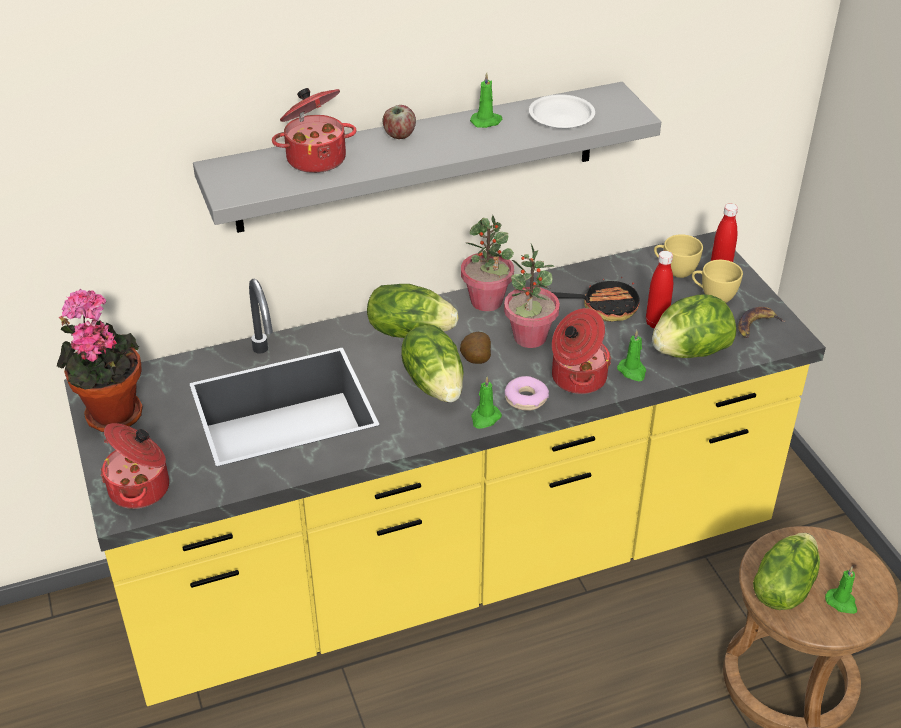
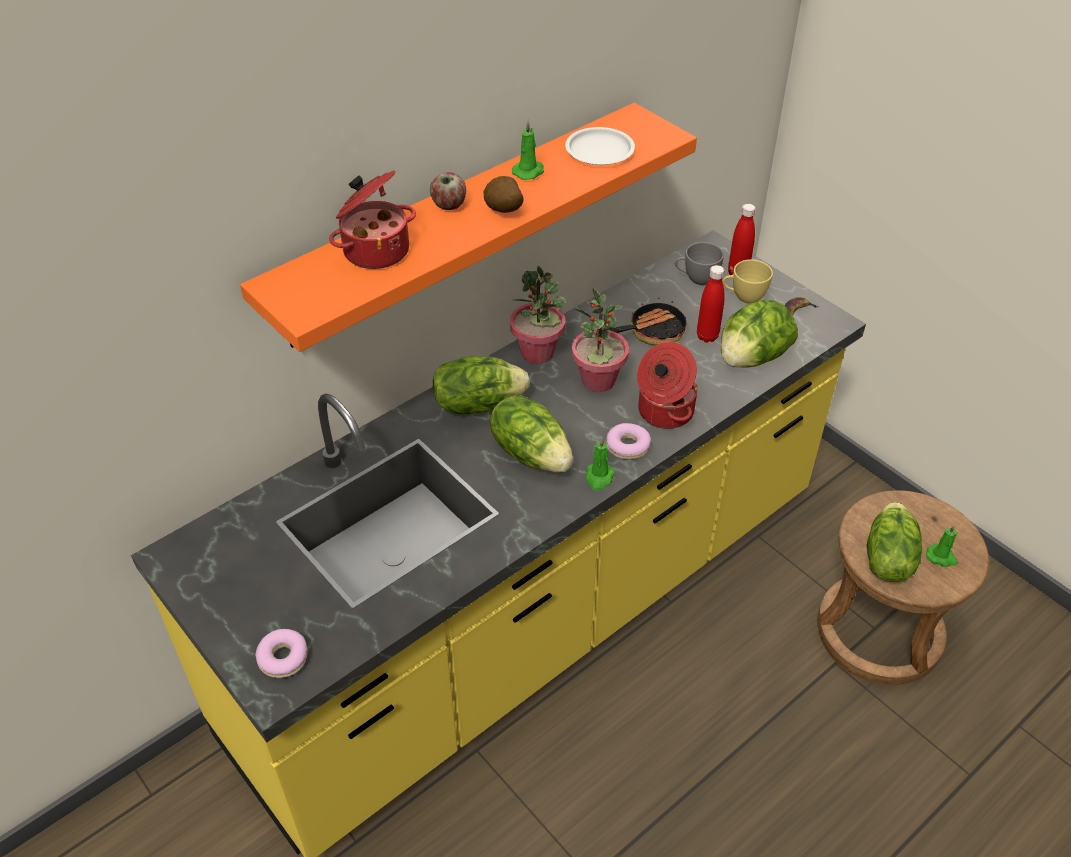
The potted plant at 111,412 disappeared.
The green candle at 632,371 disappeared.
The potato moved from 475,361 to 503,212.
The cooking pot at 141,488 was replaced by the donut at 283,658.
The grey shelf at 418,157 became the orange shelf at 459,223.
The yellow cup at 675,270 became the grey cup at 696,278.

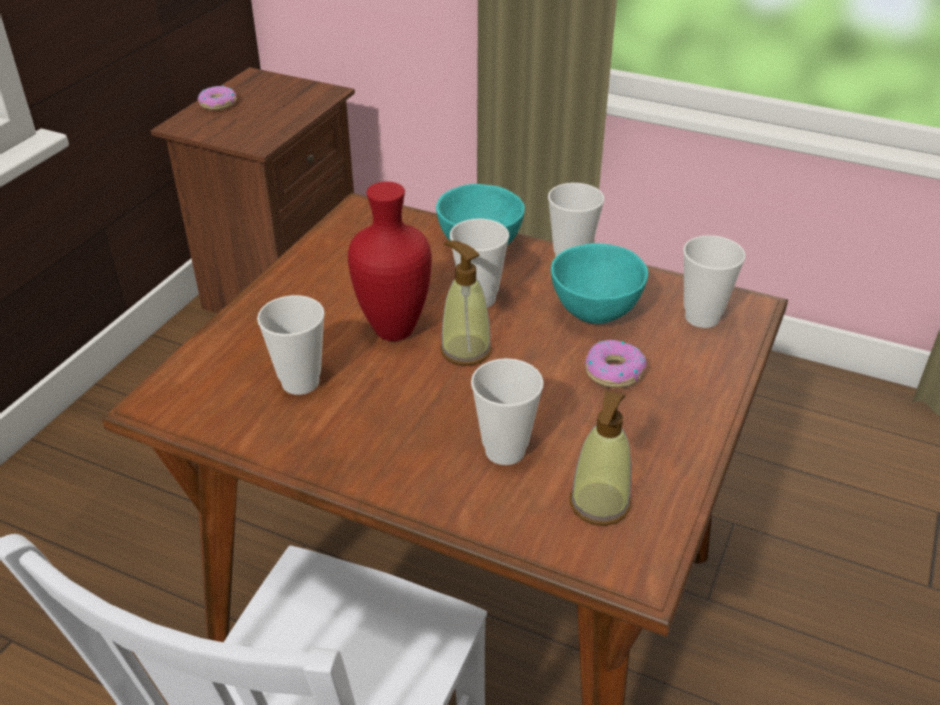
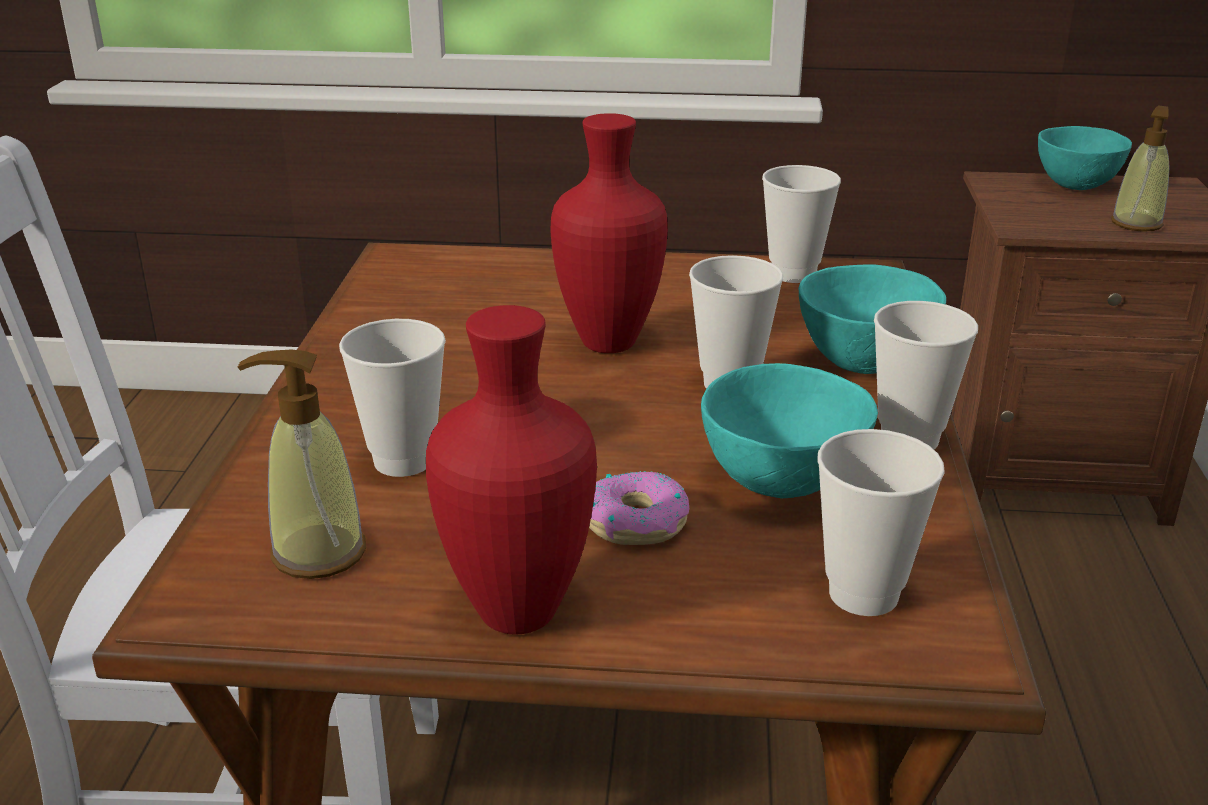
The red vase at 521,610 appeared.
The cup moved from 300,382 to 793,274.
The soap dispenser moved from 465,350 to 1136,223.
The donut at 218,104 was replaced by the turquoise bowl at 1076,185.

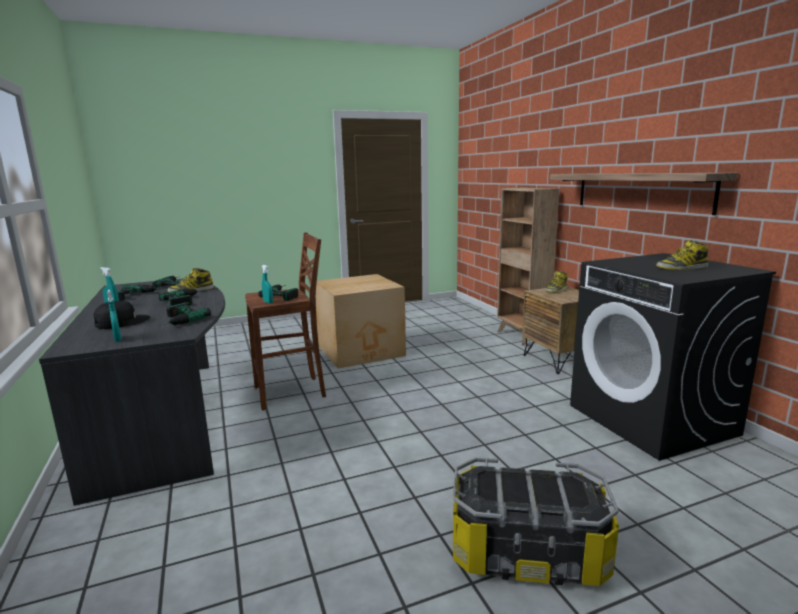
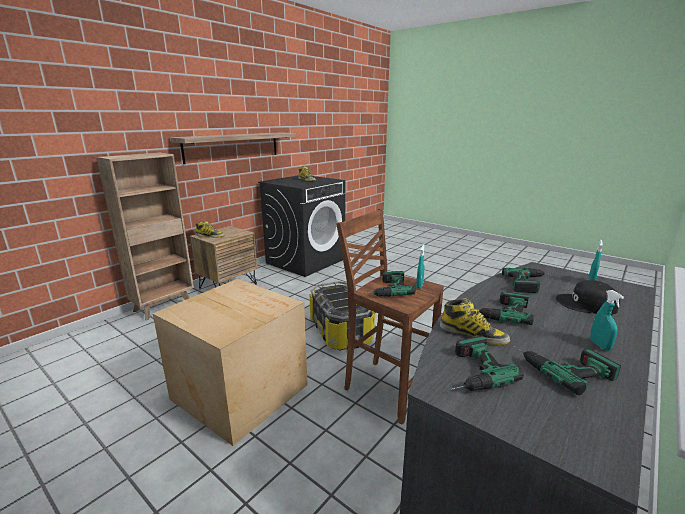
The storage box moved from 527,553 to 341,331.

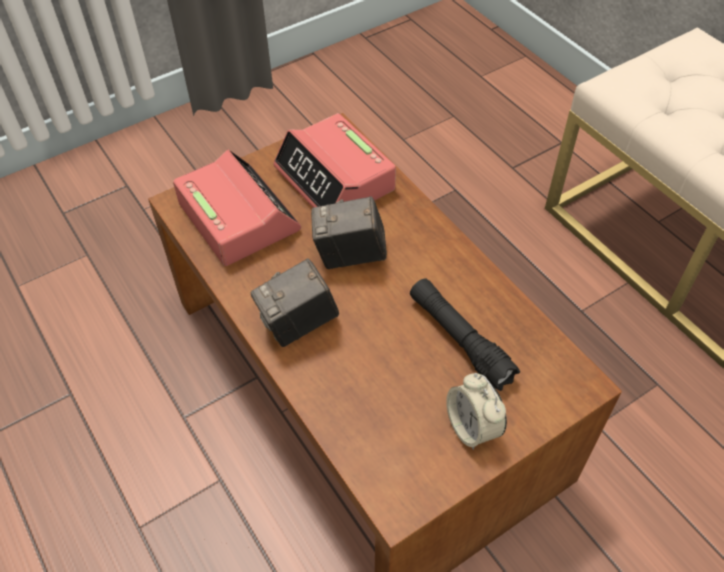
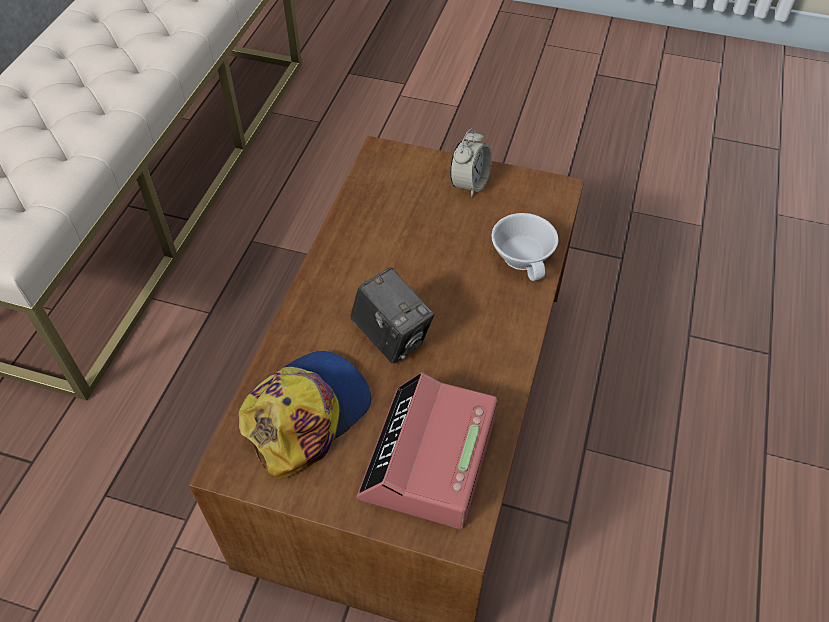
The photo camera at 298,324 disappeared.
The black flashlight at 459,340 disappeared.
The white cup at 525,257 appeared.
The alarm clock at 335,179 was replaced by the cap at 306,414.

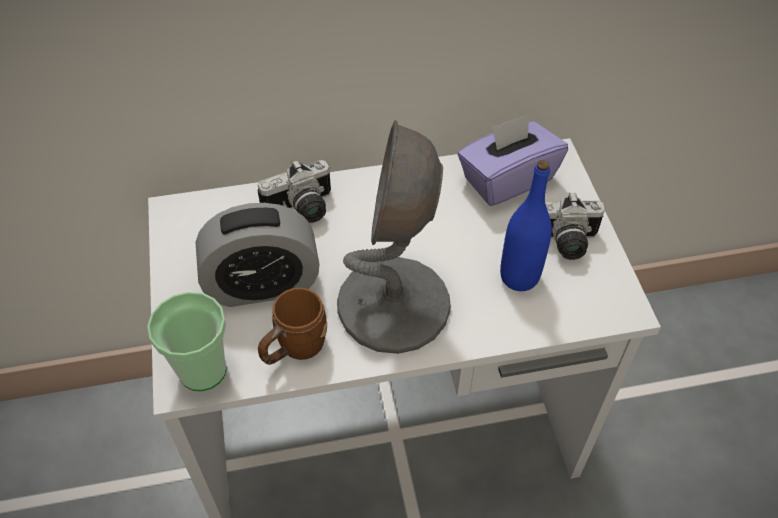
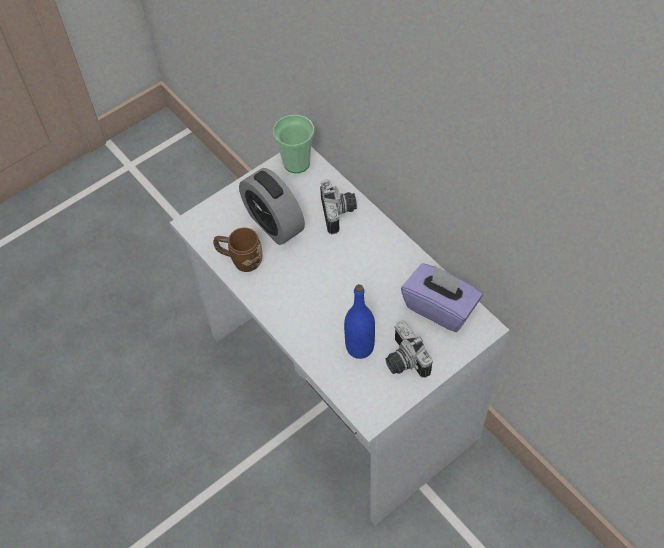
The grey table lamp at 394,306 disappeared.
The cup moved from 202,370 to 296,163.
The photo camera at 302,210 turned 135 degrees counterclockwise.

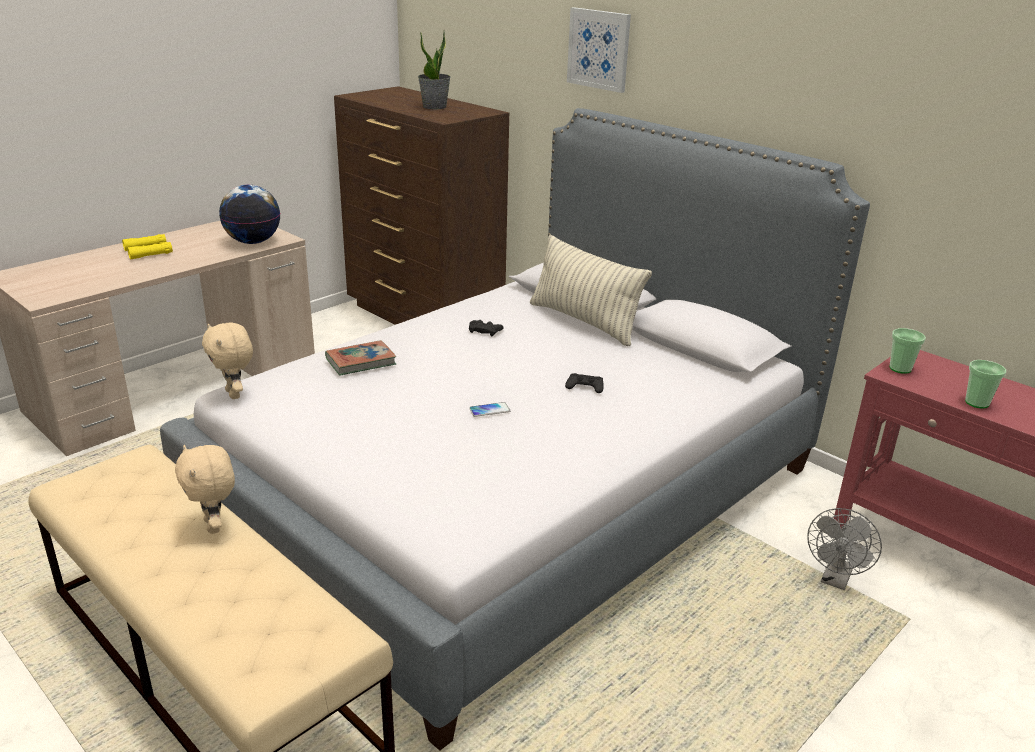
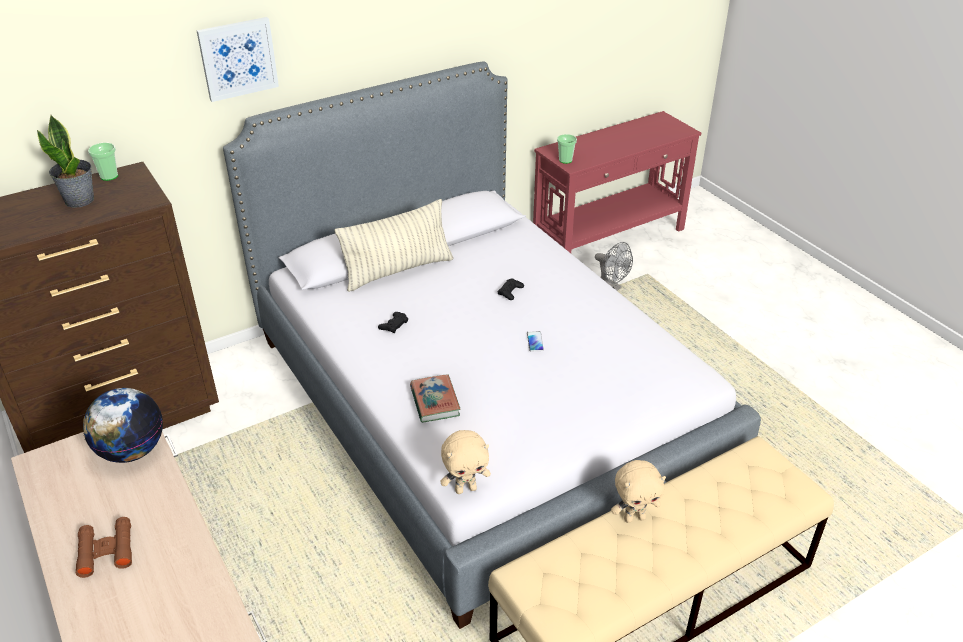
The cup moved from 977,403 to 109,176.
The yellow binoculars at 148,251 became the brown binoculars at 106,551.

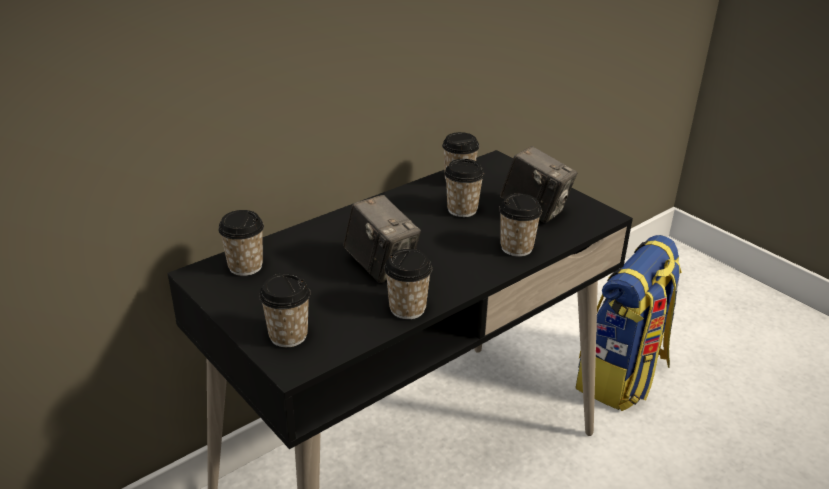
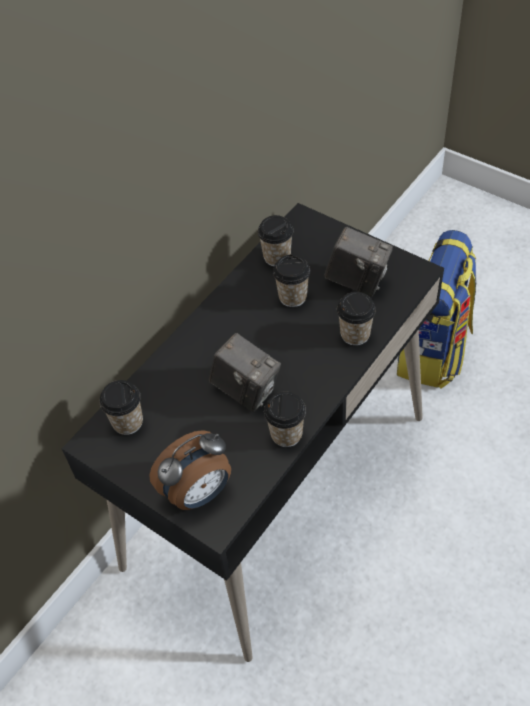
The cup at 288,335 was replaced by the alarm clock at 199,493.

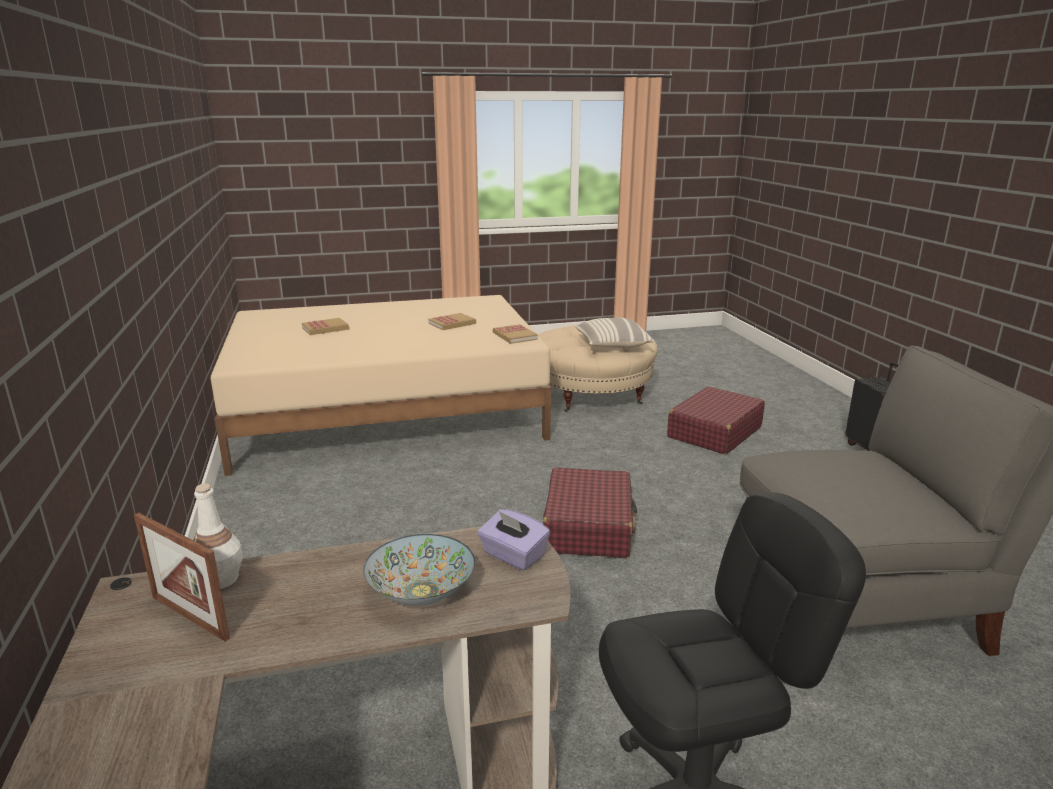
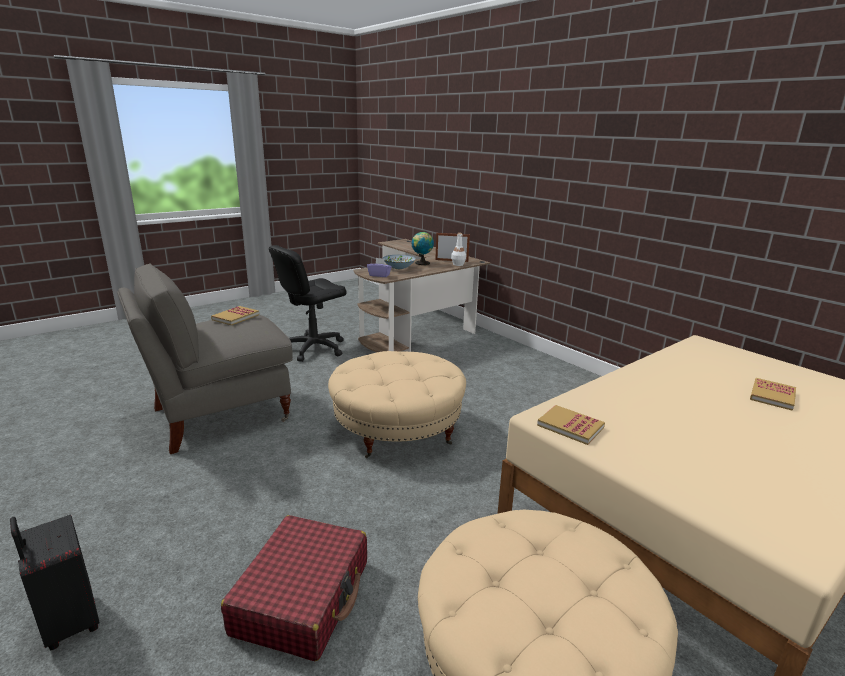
The pillow at 612,345 disappeared.
The globe at 422,263 appeared.
The book moved from 452,323 to 235,317.
The red suitcase at 588,527 was replaced by the beige ottoman at 397,429.

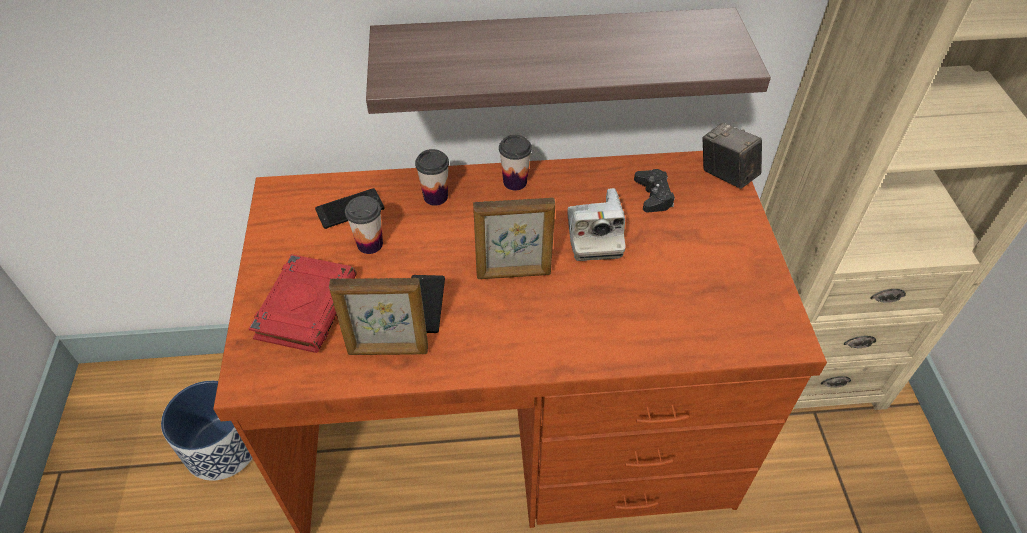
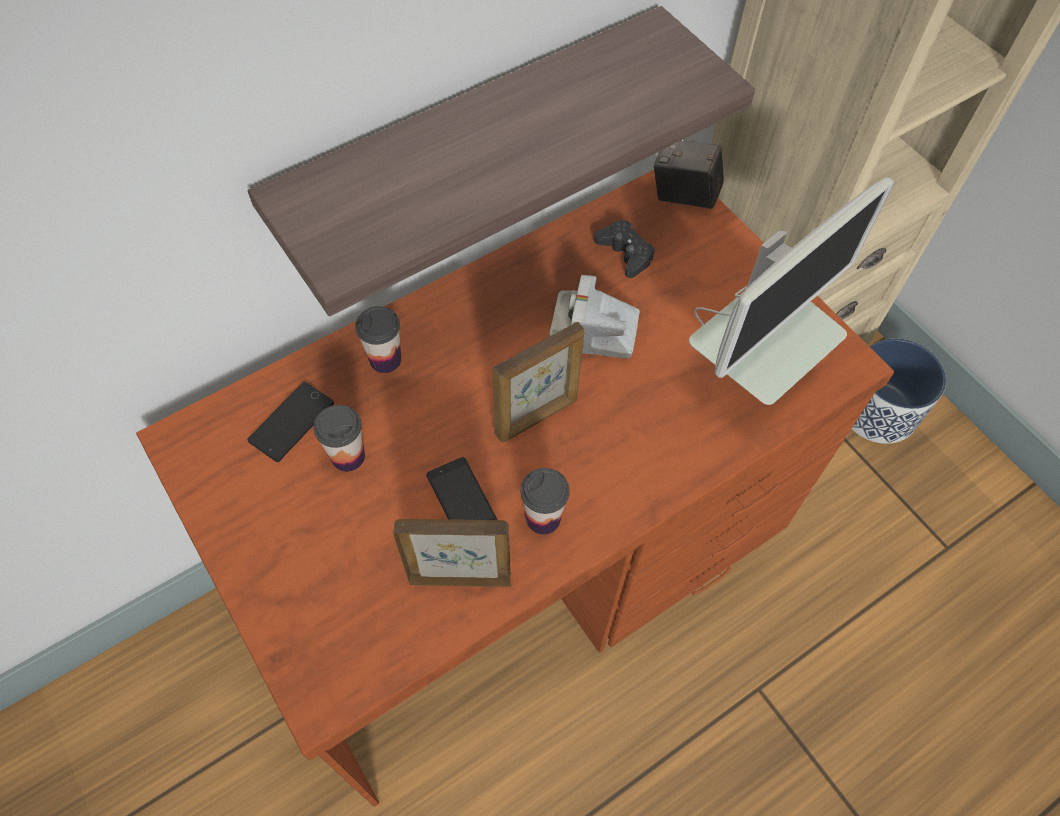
The red book at 306,306 disappeared.
The monitor at 750,370 appeared.
The planter moved from 221,446 to 877,410.
The cup moved from 515,182 to 543,518.
The picture frame at 388,351 turned 150 degrees counterclockwise.
The photo camera at 594,236 turned 135 degrees clockwise.

